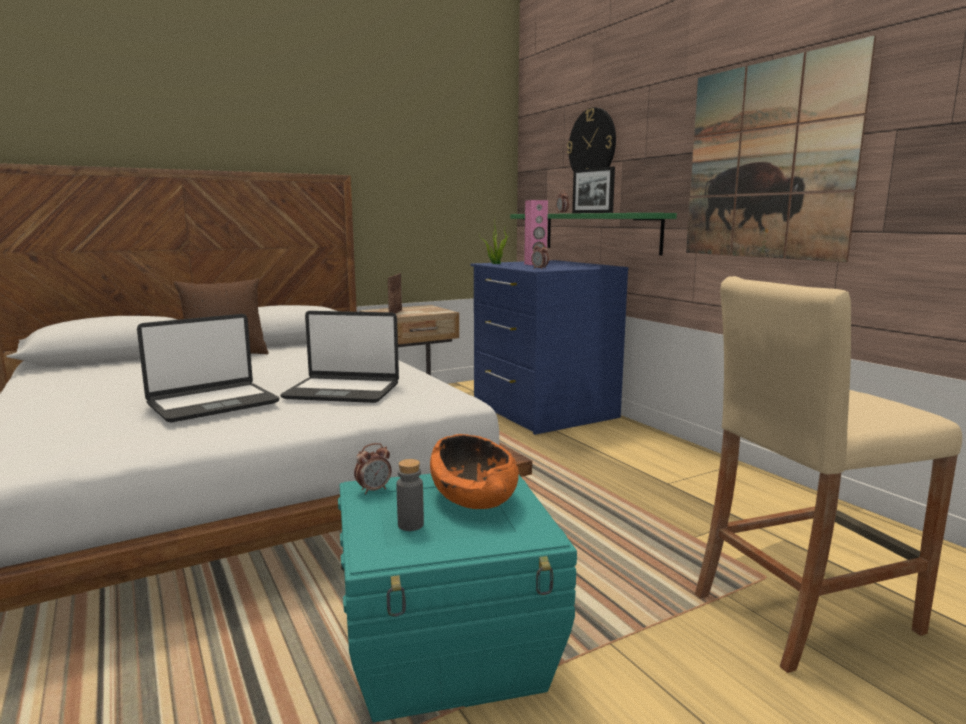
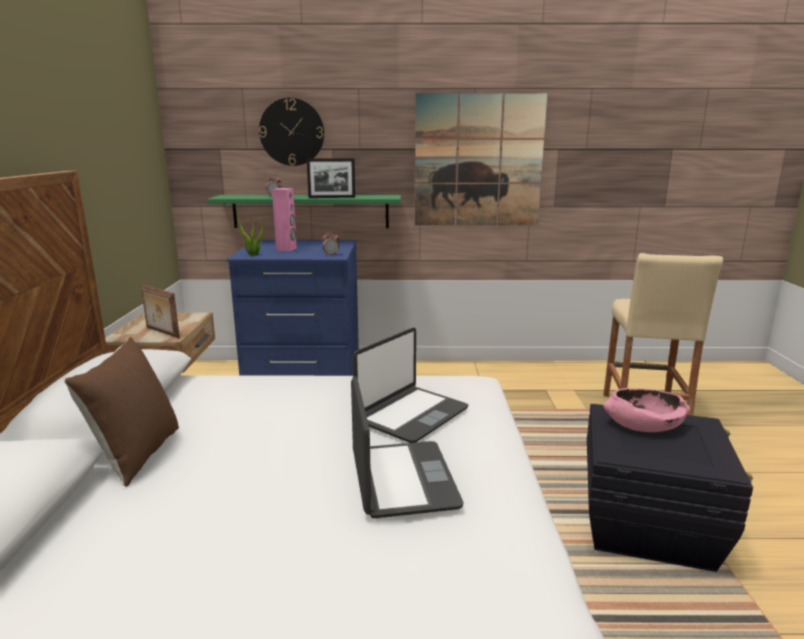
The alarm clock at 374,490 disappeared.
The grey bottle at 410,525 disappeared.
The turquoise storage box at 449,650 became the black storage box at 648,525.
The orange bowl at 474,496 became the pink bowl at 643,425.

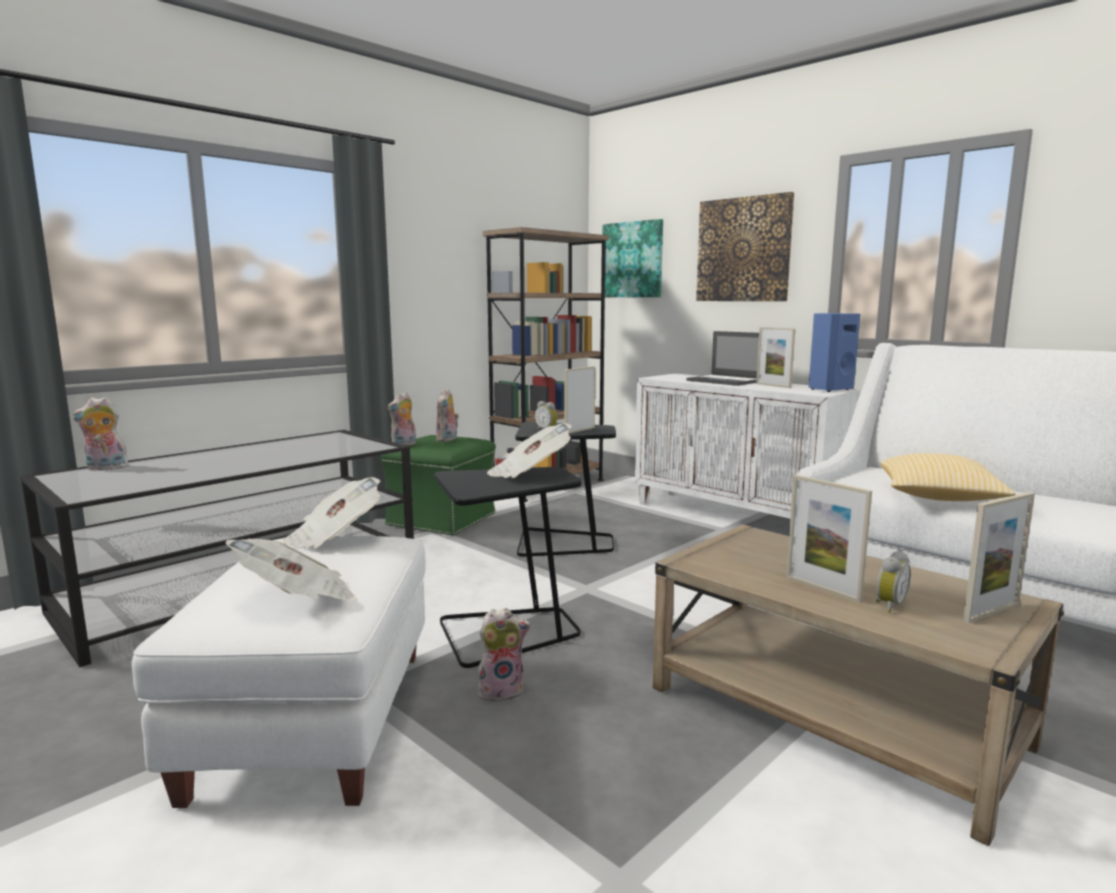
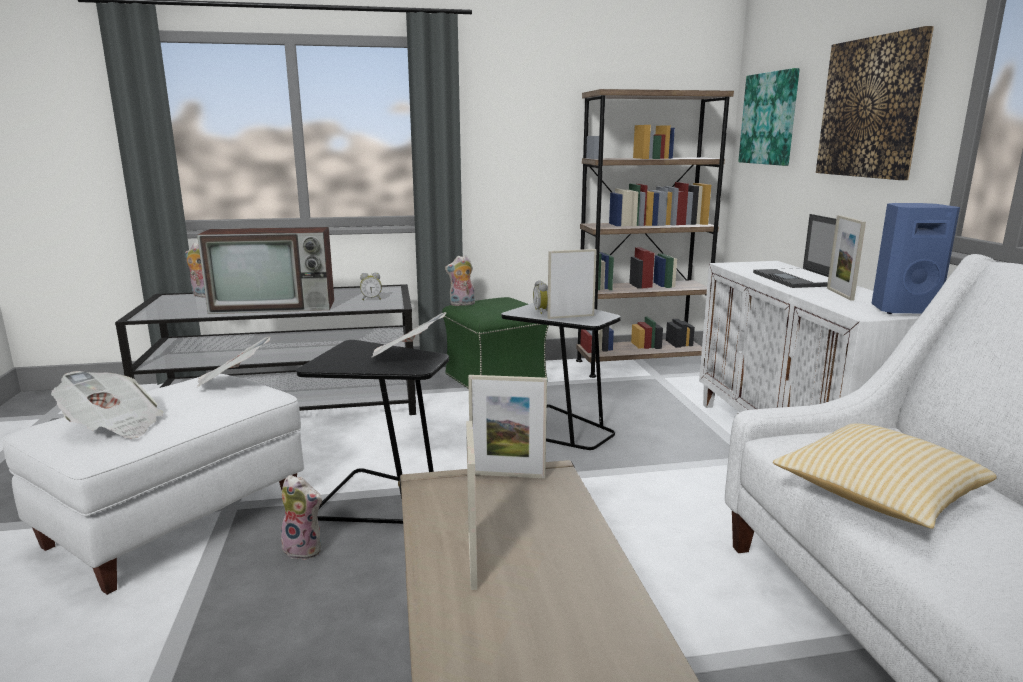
The plush toy at 448,439 disappeared.
The television at 276,306 appeared.
The alarm clock moved from 888,605 to 371,299.
The picture frame moved from 991,612 to 507,475.

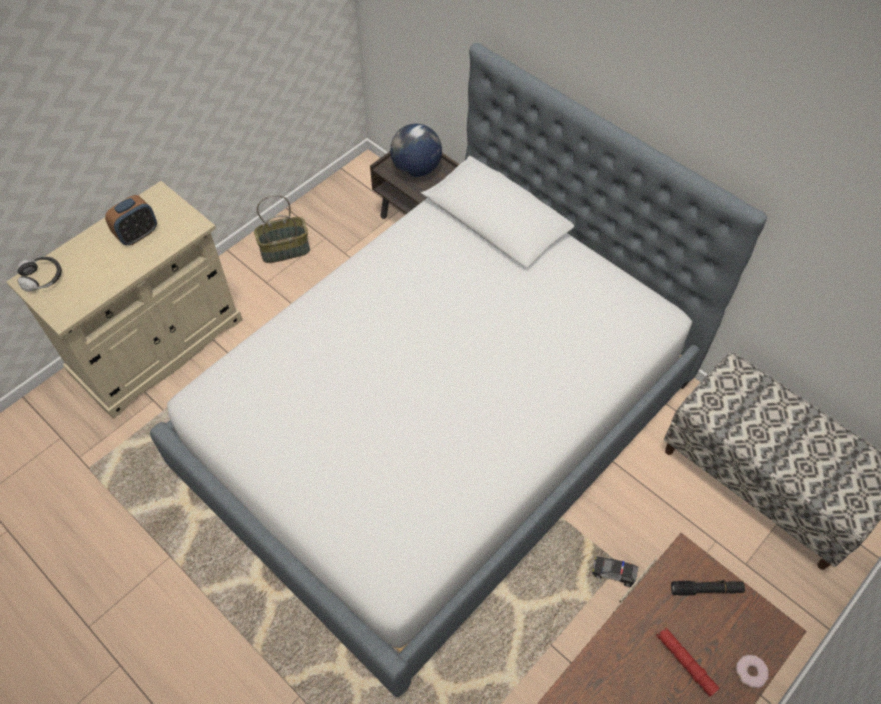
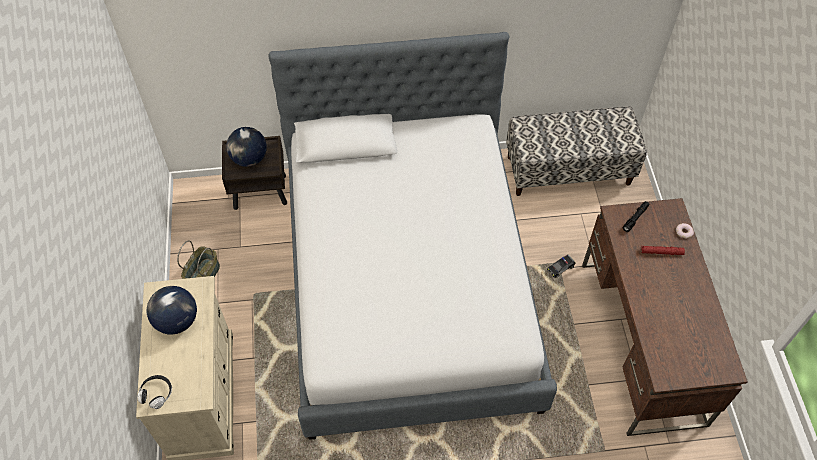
The alarm clock at 137,234 was replaced by the globe at 177,320.

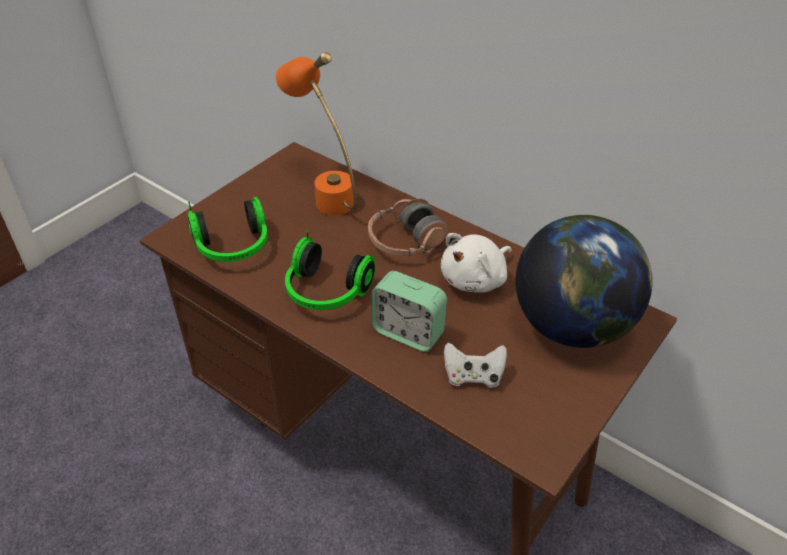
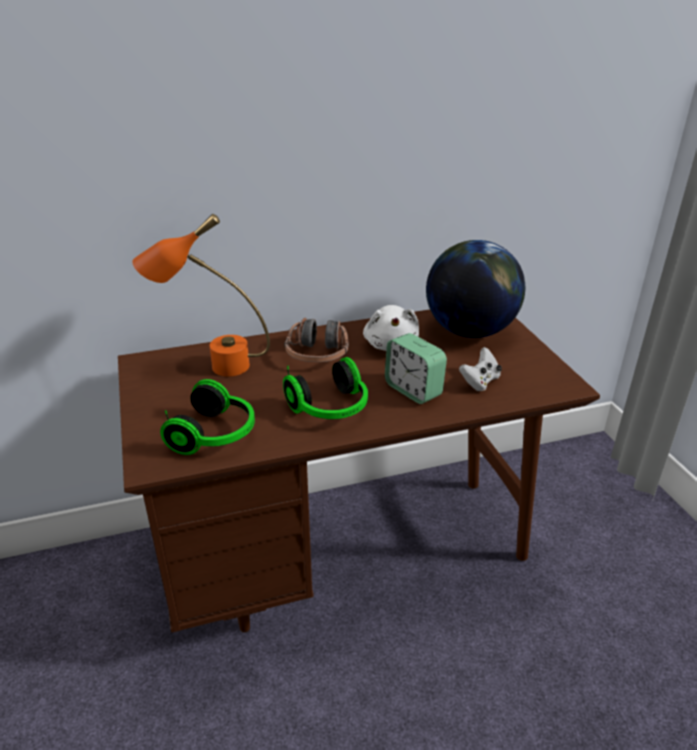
The alarm clock at 408,332 turned 75 degrees clockwise.

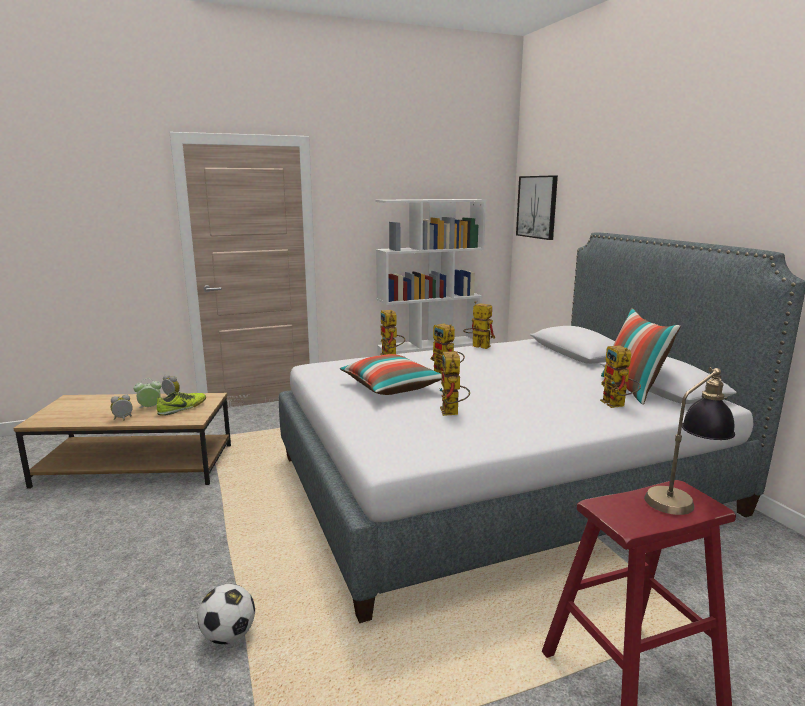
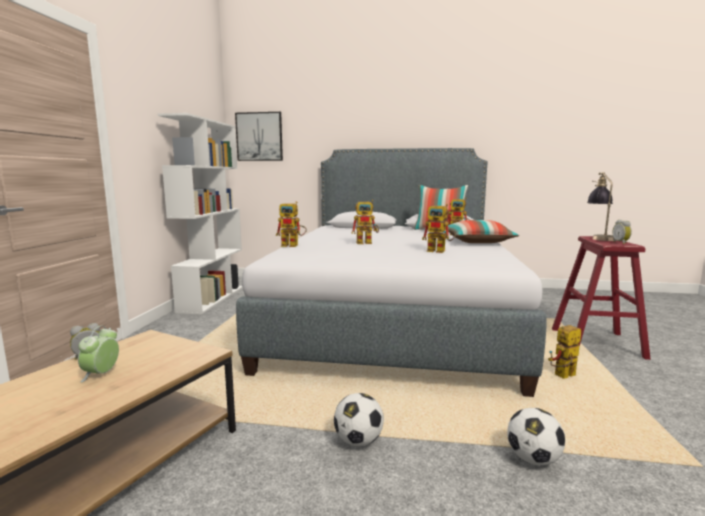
The shoe at 182,408 disappeared.
The football at 358,441 appeared.
The alarm clock moved from 123,419 to 621,243.
The pillow moved from 391,387 to 477,242.
The toy robot moved from 477,346 to 562,377.

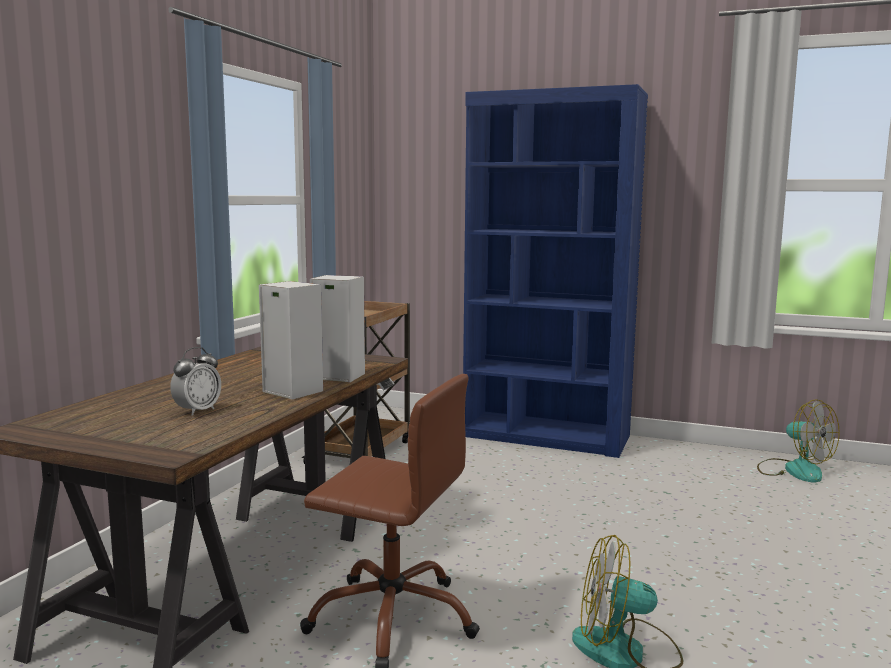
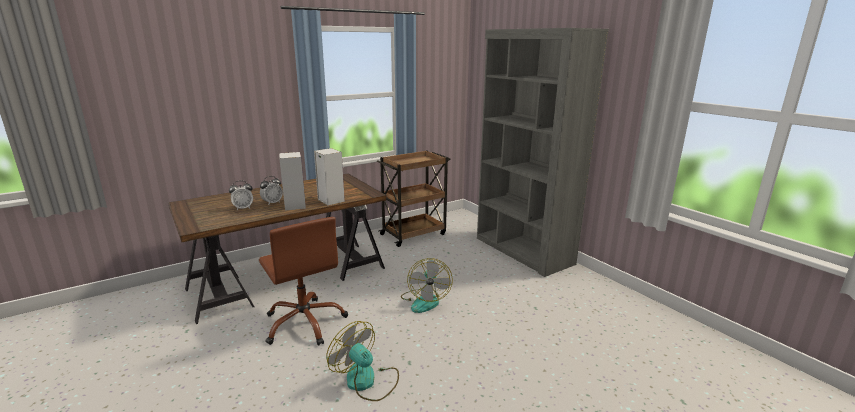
The alarm clock at 272,203 appeared.
The fan moved from 794,470 to 425,300.
The blue bookcase at 546,437 became the grey bookcase at 523,251.

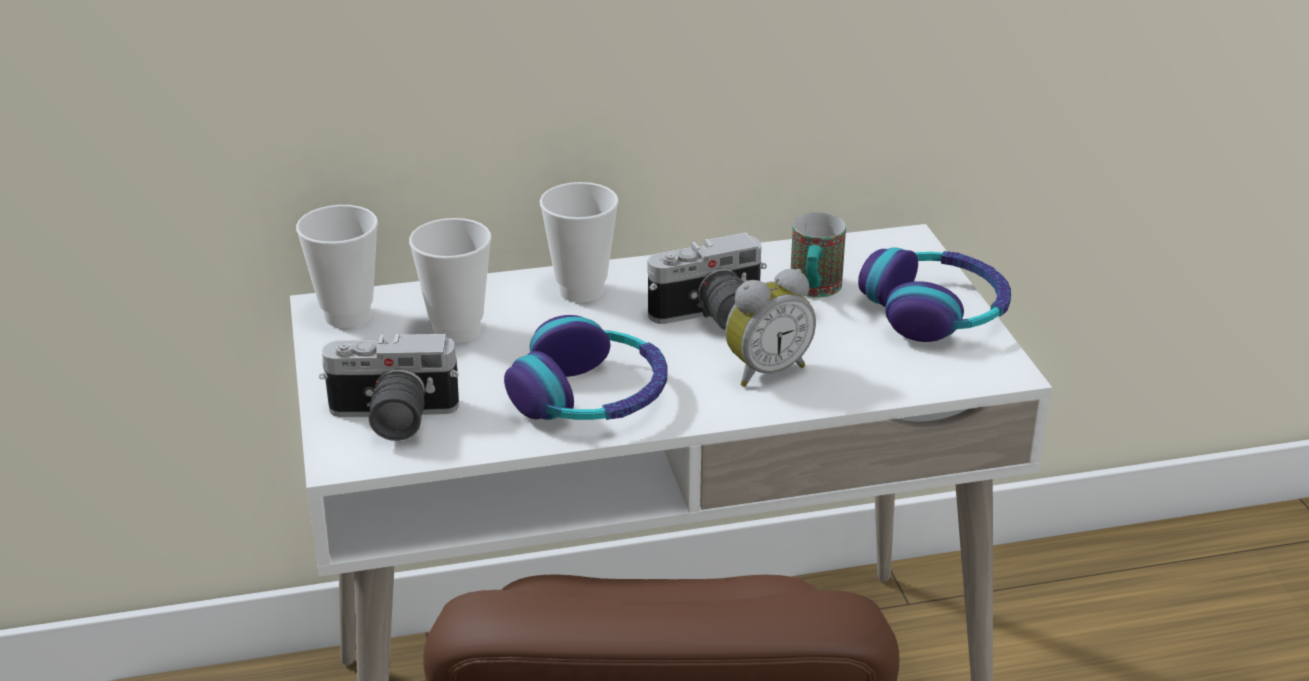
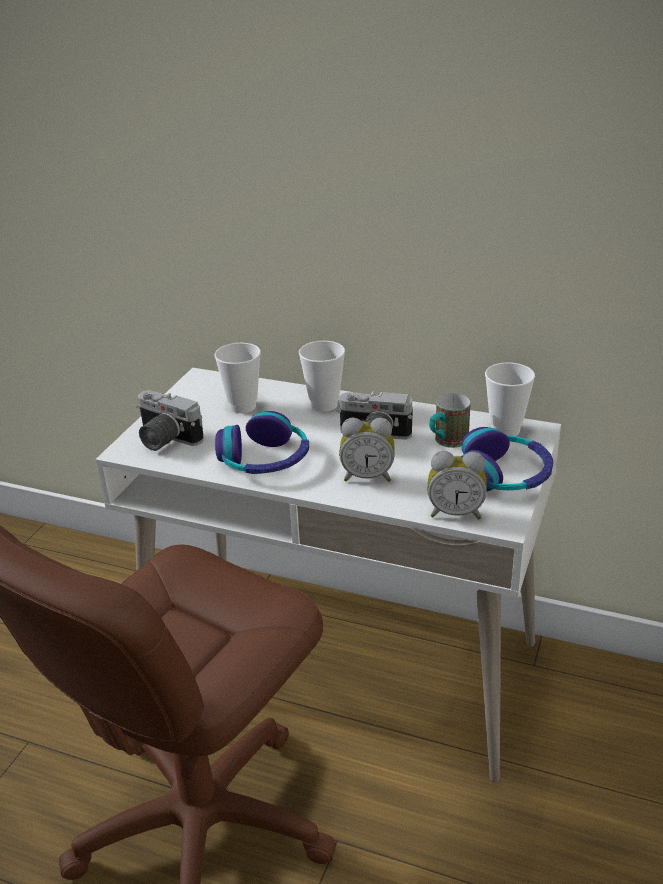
The alarm clock at 455,512 appeared.
The cup moved from 347,316 to 505,430.

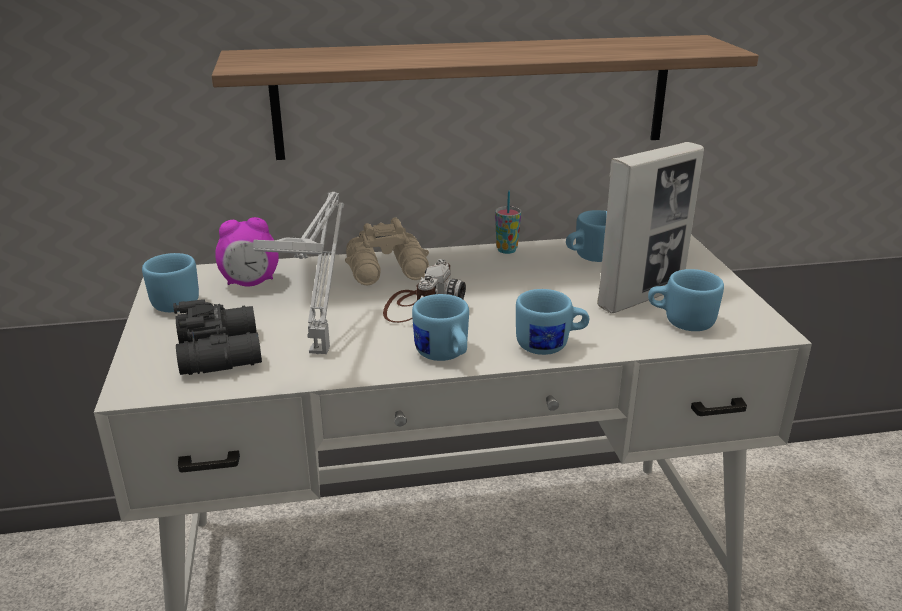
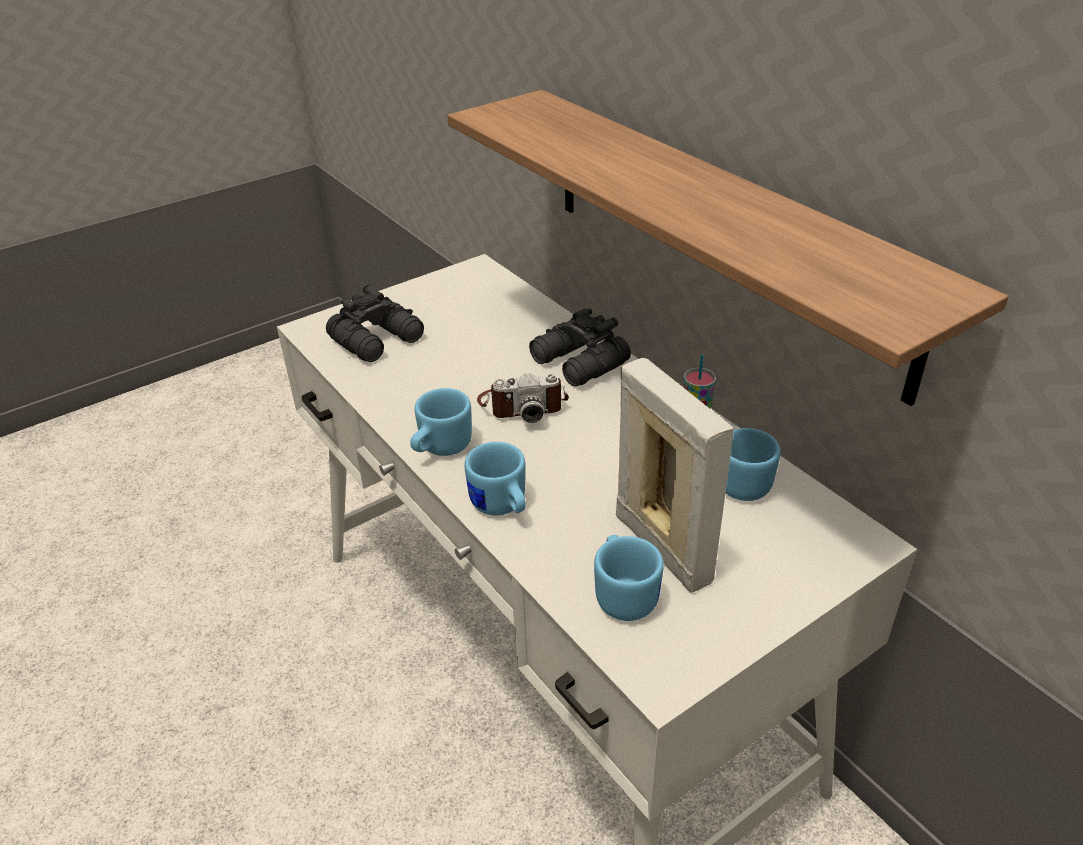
The blue mug at 171,302 disappeared.
The alarm clock at 250,283 disappeared.
The grey table lamp at 321,348 disappeared.
The beige binoculars at 389,271 became the black binoculars at 579,364.
The picture frame at 641,297 turned 150 degrees counterclockwise.

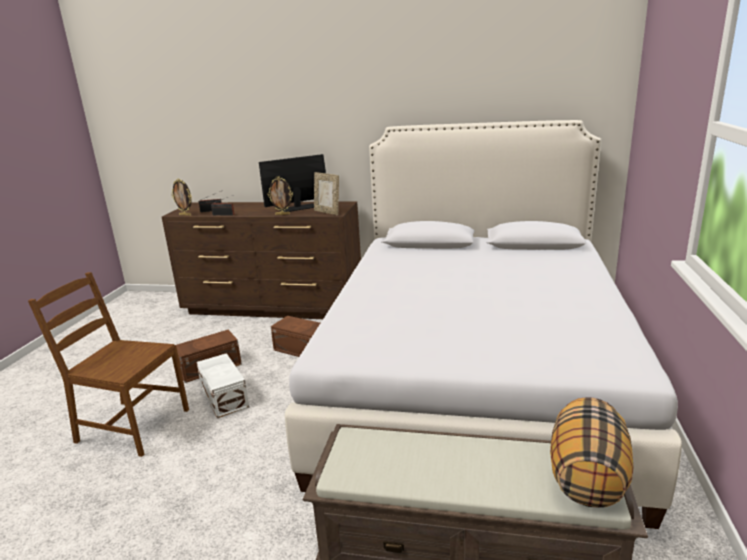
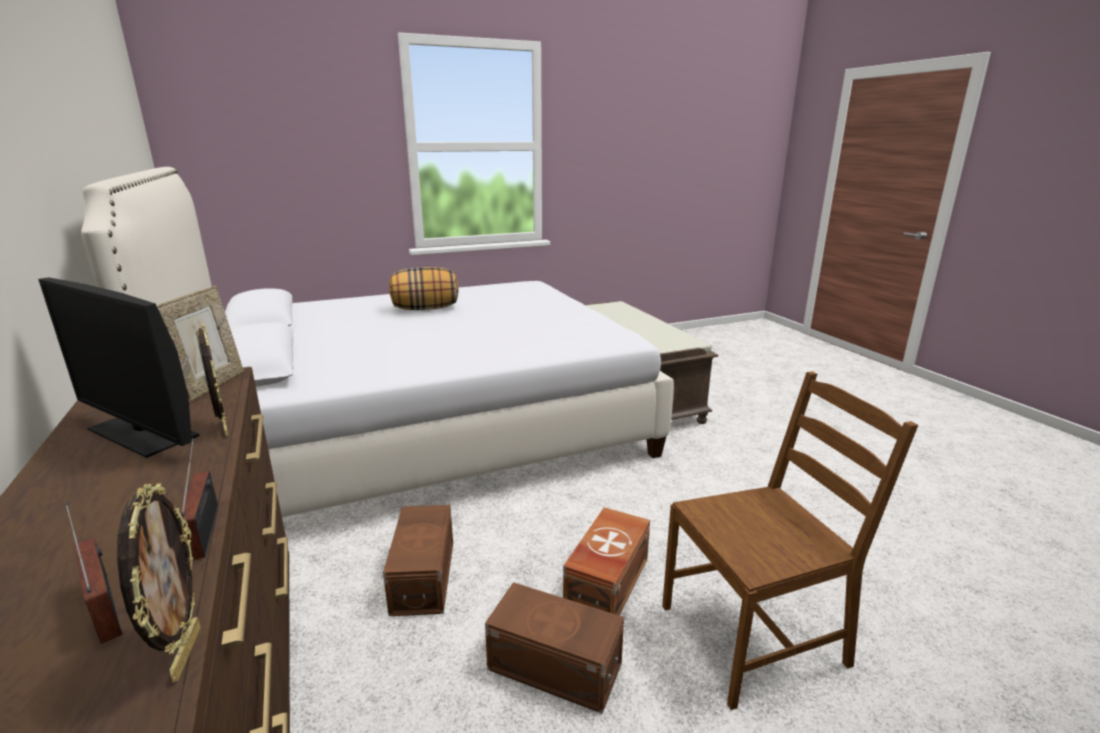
The pillow moved from 586,476 to 425,309.
The white storage box at 225,396 became the brown storage box at 605,583.
The brown chair at 131,426 turned 90 degrees counterclockwise.

